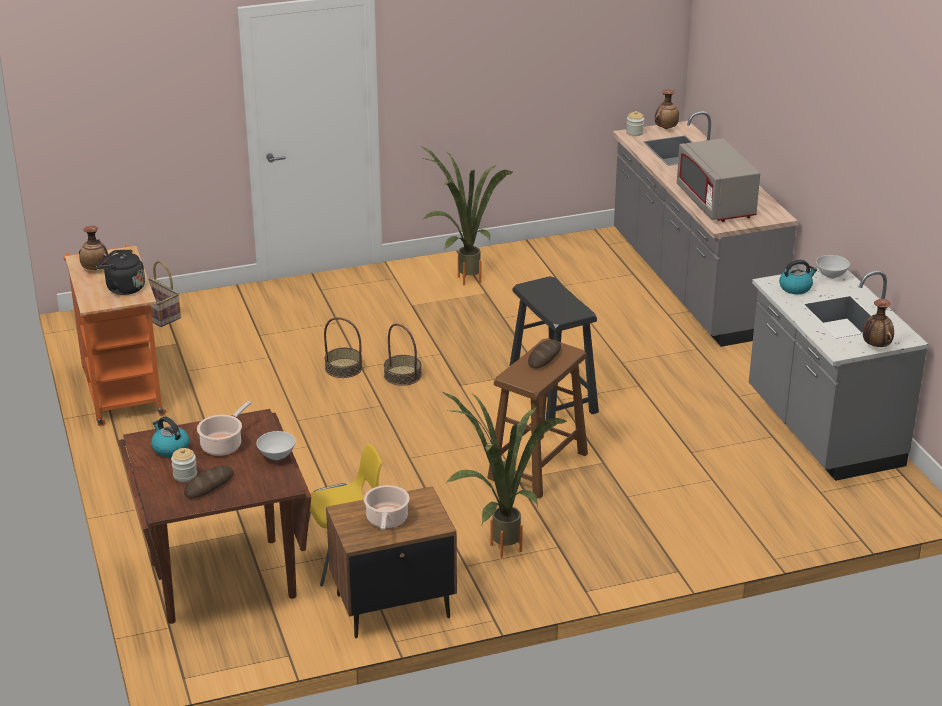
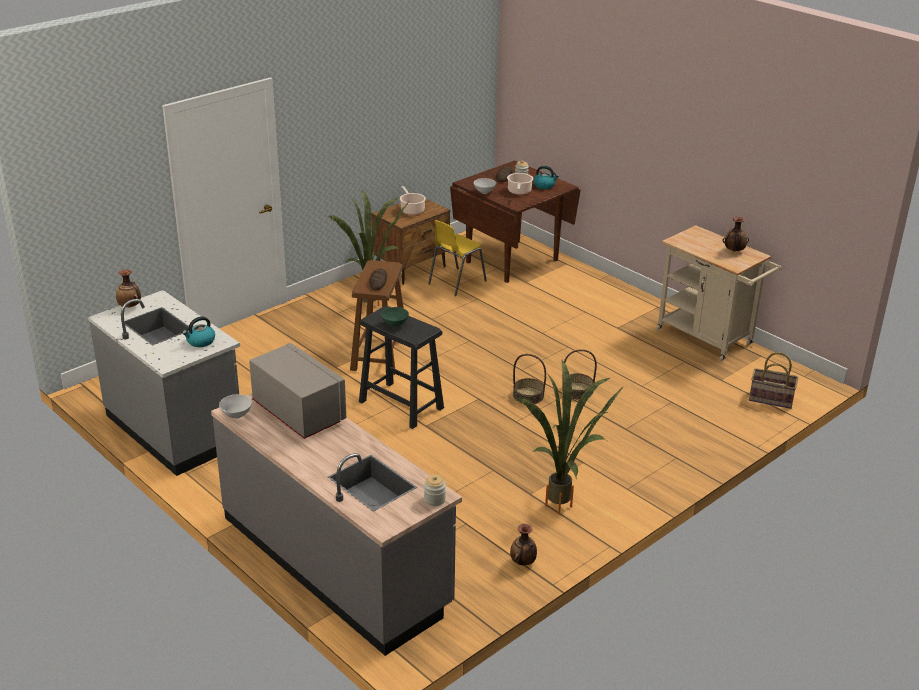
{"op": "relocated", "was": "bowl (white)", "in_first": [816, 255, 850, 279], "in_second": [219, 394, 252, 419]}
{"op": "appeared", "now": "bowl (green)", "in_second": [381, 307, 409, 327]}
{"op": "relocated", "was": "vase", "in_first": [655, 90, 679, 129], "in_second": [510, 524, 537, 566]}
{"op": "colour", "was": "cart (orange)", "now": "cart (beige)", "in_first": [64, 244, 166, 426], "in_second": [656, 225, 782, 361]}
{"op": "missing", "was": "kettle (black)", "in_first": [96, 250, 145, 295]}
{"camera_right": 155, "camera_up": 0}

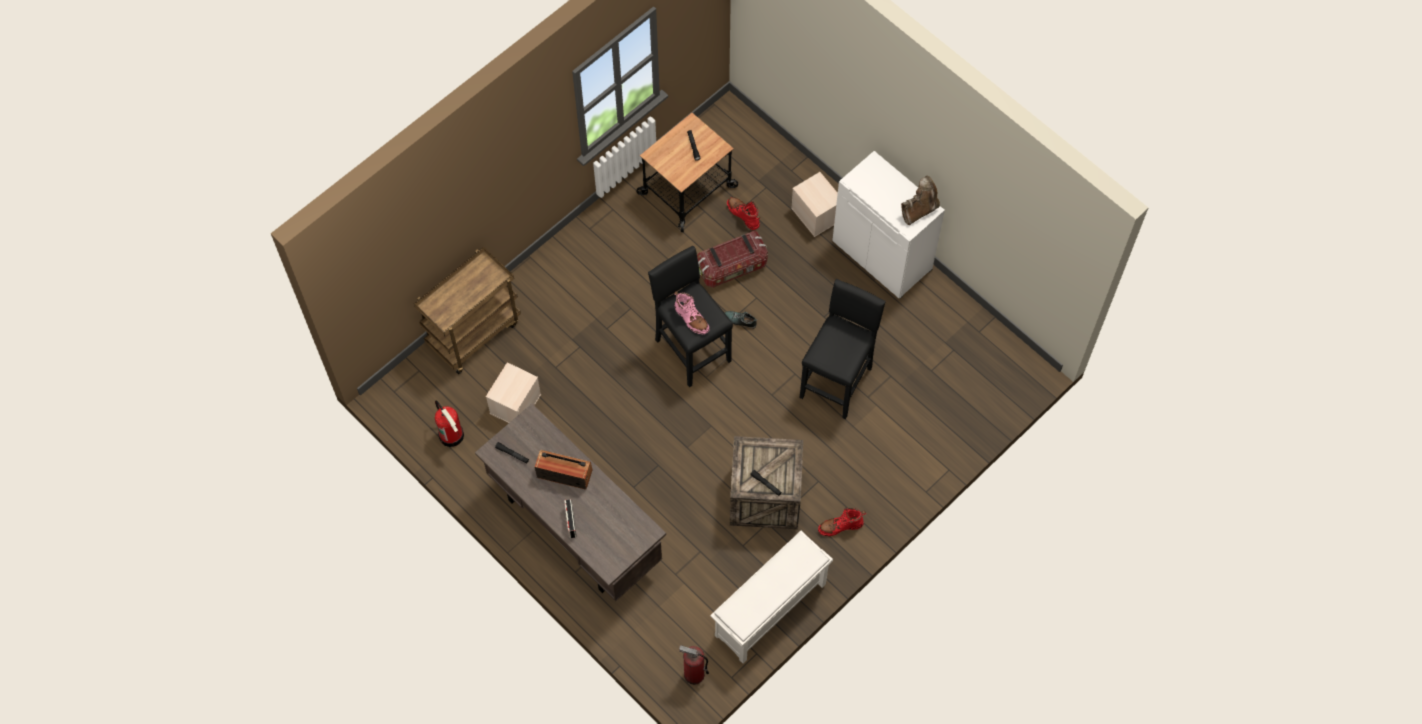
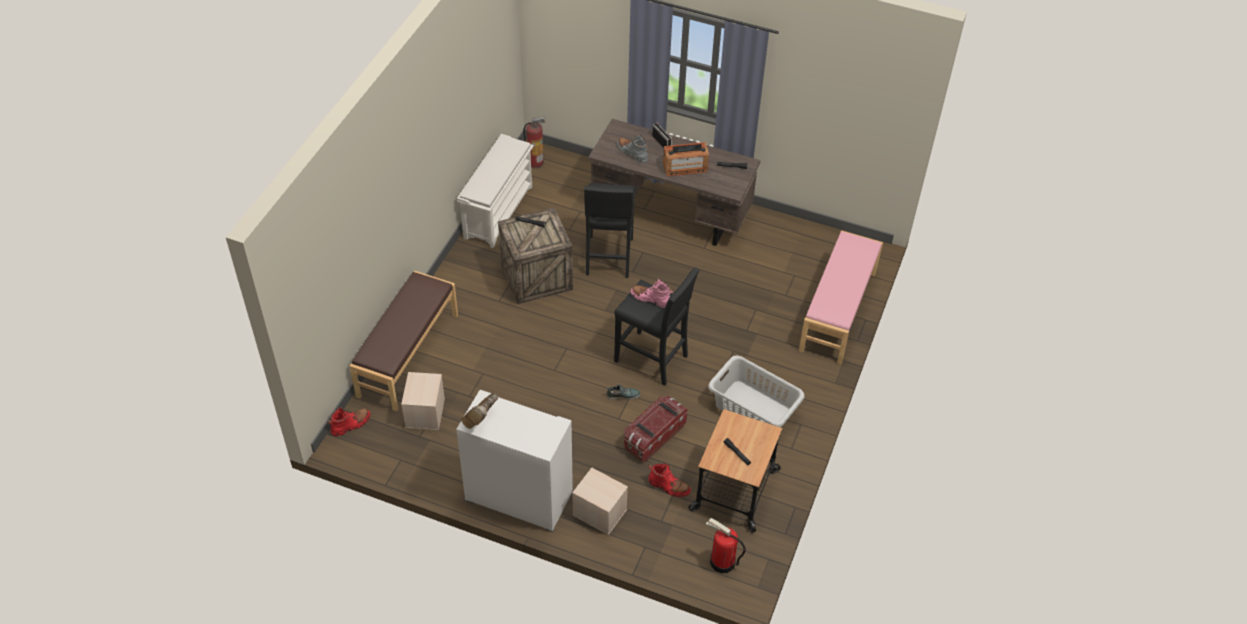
{"op": "relocated", "was": "boot (red)", "in_first": [818, 508, 866, 536], "in_second": [328, 407, 371, 436]}
{"op": "appeared", "now": "bench (brown)", "in_second": [349, 271, 458, 411]}
{"op": "relocated", "was": "storage box (beige)", "in_first": [486, 362, 541, 423], "in_second": [401, 372, 445, 430]}
{"op": "relocated", "was": "stool (black)", "in_first": [799, 279, 886, 419], "in_second": [584, 183, 636, 278]}
{"op": "appeared", "now": "boot (grey)", "in_second": [617, 135, 649, 164]}
{"op": "relocated", "was": "fire extinguisher", "in_first": [435, 401, 464, 447], "in_second": [706, 518, 746, 573]}
{"op": "appeared", "now": "laundry basket (grey)", "in_second": [708, 356, 805, 427]}
{"op": "exchanged", "was": "cart (brown)", "now": "bench (pink)", "in_first": [414, 247, 521, 374], "in_second": [799, 230, 883, 364]}
{"camera_right": 155, "camera_up": -15}

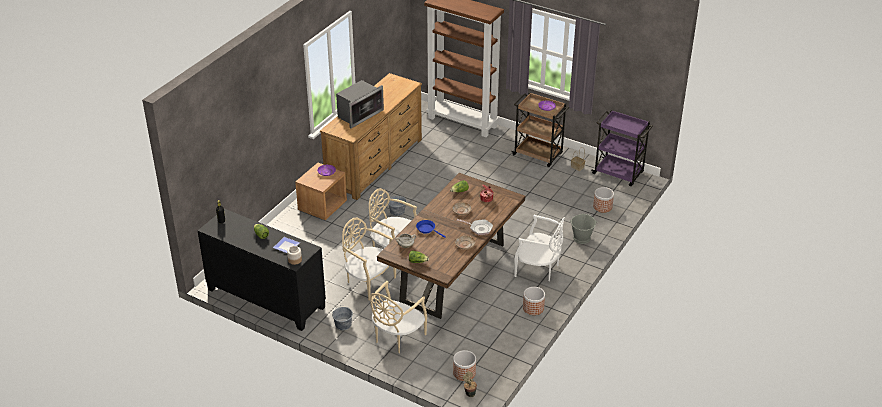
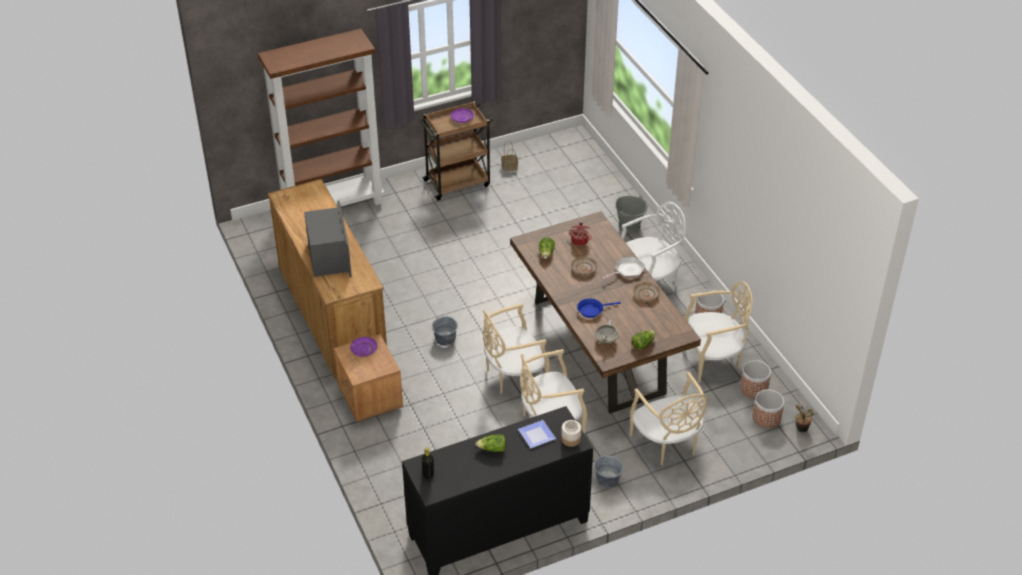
{"op": "appeared", "now": "chair (beige)", "in_second": [684, 282, 753, 383]}
{"op": "relocated", "was": "planter", "in_first": [593, 187, 614, 213], "in_second": [740, 360, 771, 398]}
{"op": "missing", "was": "cart (purple)", "in_first": [591, 110, 653, 186]}
{"camera_right": -55, "camera_up": 5}

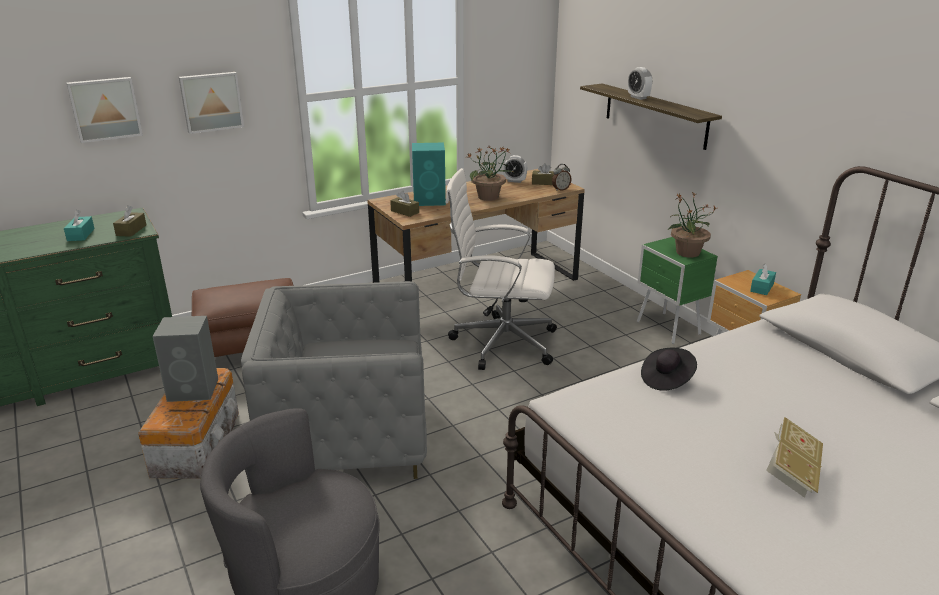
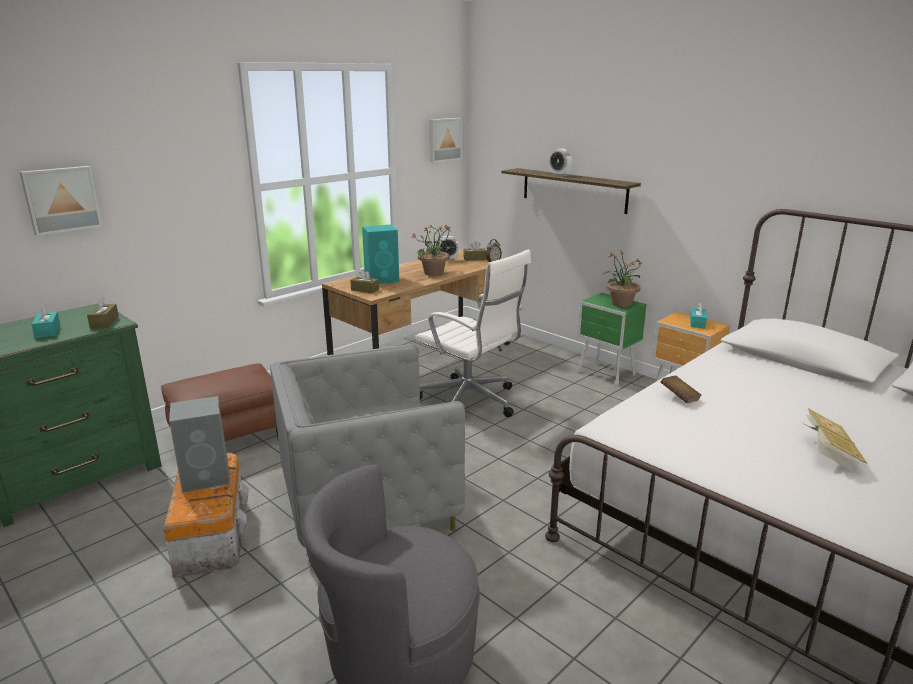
{"op": "spun", "was": "office chair (white)", "in_first": [446, 168, 557, 370], "in_second": [415, 250, 531, 417], "clockwise": -135}
{"op": "relocated", "was": "picture", "in_first": [179, 72, 244, 134], "in_second": [429, 118, 462, 163]}
{"op": "exchanged", "was": "hat (black)", "now": "book (brown)", "in_first": [641, 348, 697, 391], "in_second": [660, 375, 702, 403]}
{"camera_right": -15, "camera_up": -5}

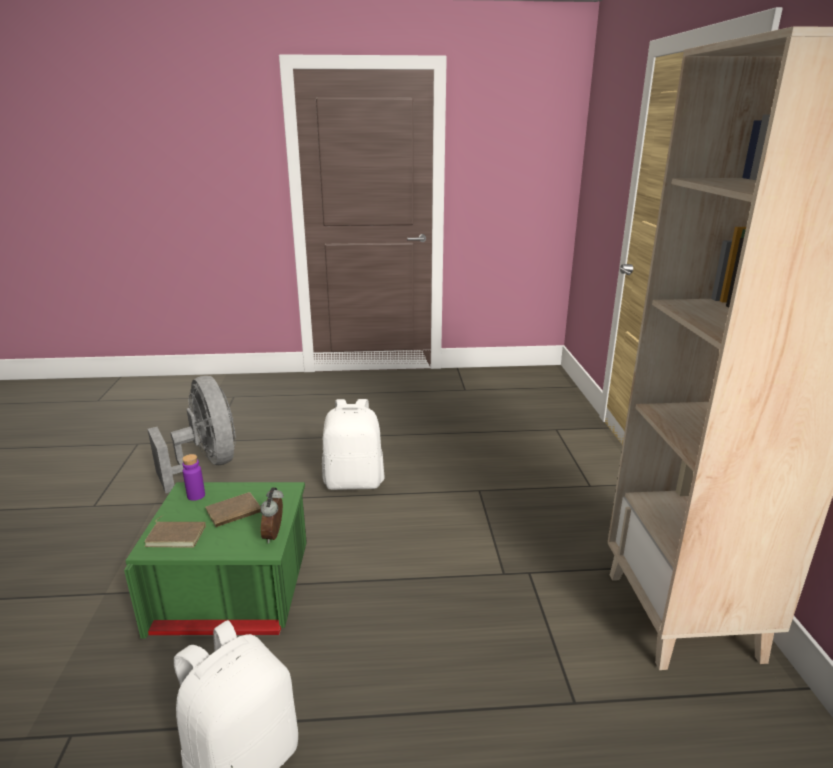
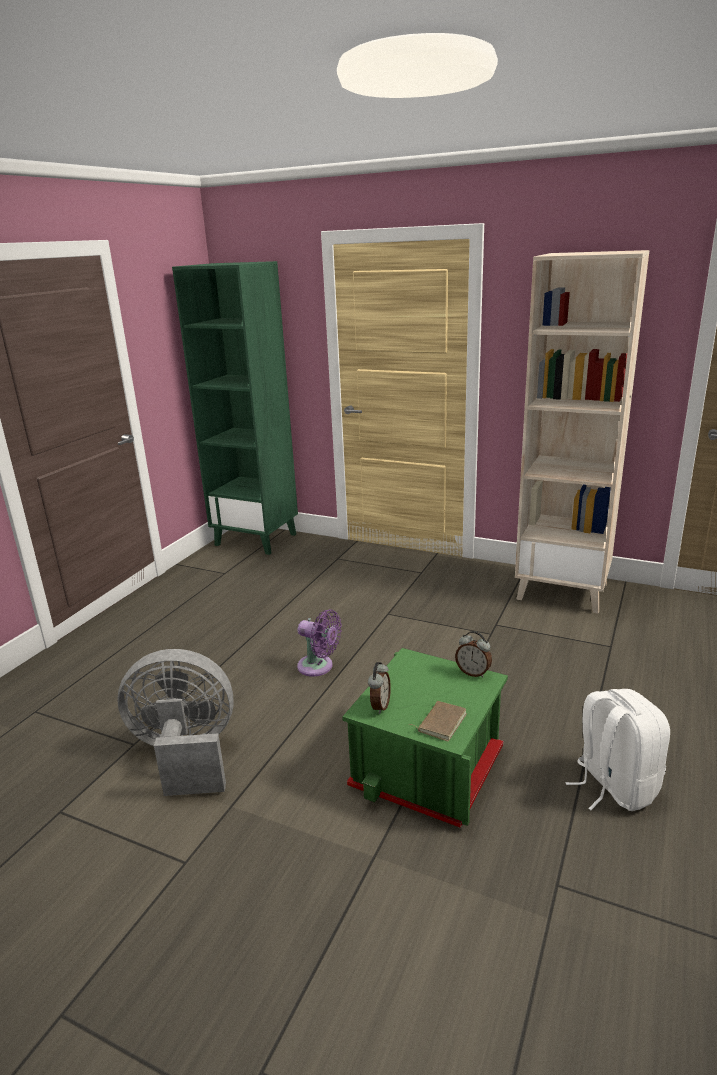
{"op": "appeared", "now": "bookcase (green)", "in_second": [172, 261, 298, 555]}
{"op": "exchanged", "was": "backpack (white)", "now": "fan (purple)", "in_first": [322, 399, 385, 490], "in_second": [297, 609, 342, 676]}
{"op": "exchanged", "was": "bottle (purple)", "now": "alarm clock", "in_first": [182, 454, 205, 501], "in_second": [368, 662, 391, 714]}
{"op": "missing", "was": "book (brown)", "in_first": [205, 492, 261, 527]}
{"camera_right": -60, "camera_up": 0}

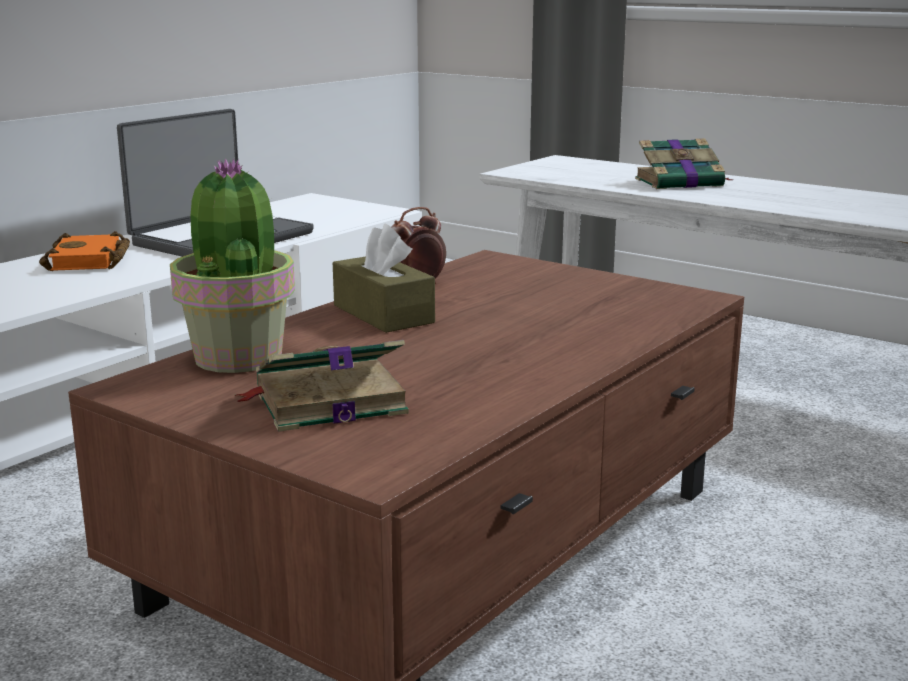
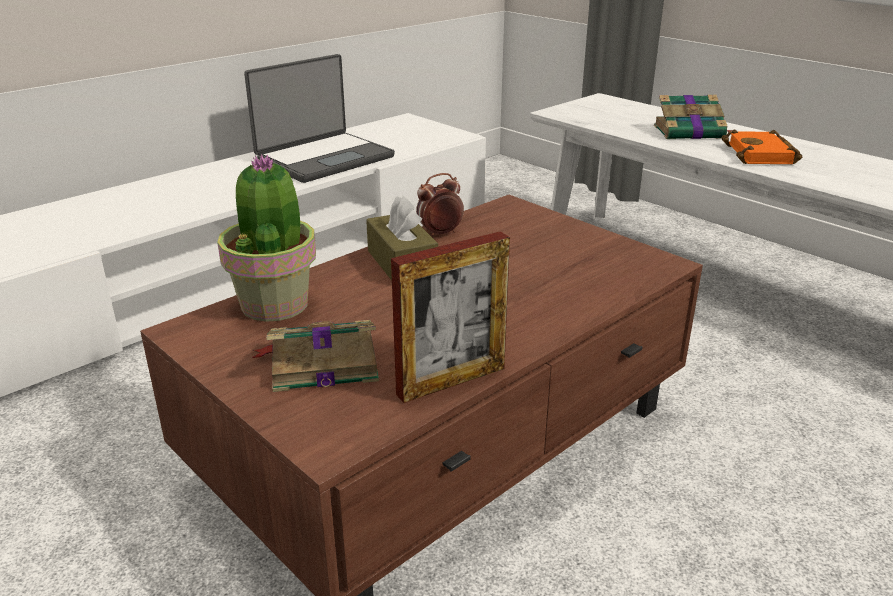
{"op": "appeared", "now": "picture frame", "in_second": [391, 231, 510, 403]}
{"op": "relocated", "was": "book (orange)", "in_first": [39, 231, 130, 271], "in_second": [721, 129, 802, 165]}
{"camera_right": 10, "camera_up": 10}

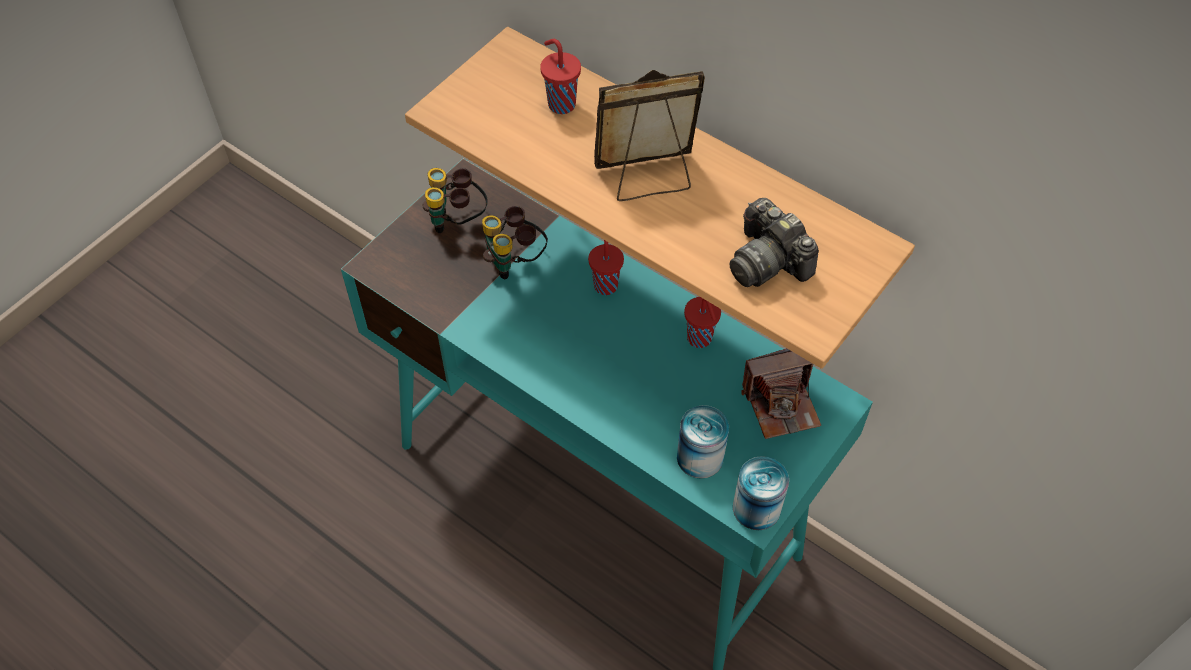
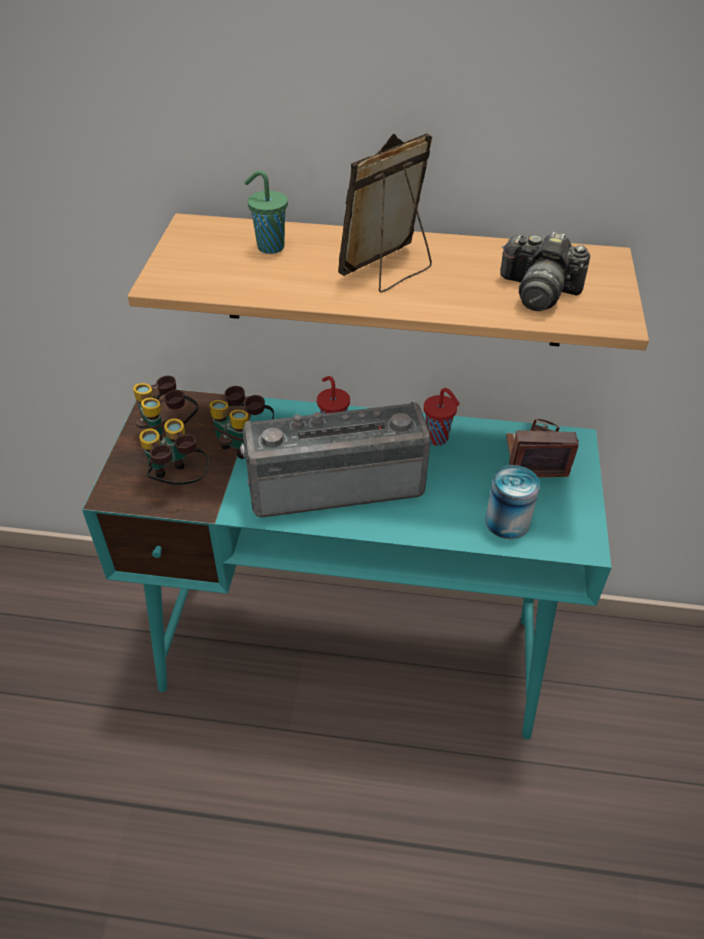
{"op": "appeared", "now": "binoculars", "in_second": [139, 418, 209, 485]}
{"op": "appeared", "now": "radio", "in_second": [240, 402, 431, 517]}
{"op": "colour", "was": "cup (red)", "now": "cup (green)", "in_first": [540, 39, 581, 114], "in_second": [244, 170, 288, 254]}
{"op": "spun", "was": "photo camera", "in_first": [741, 348, 821, 439], "in_second": [506, 418, 579, 478], "clockwise": -135}
{"op": "missing", "was": "can", "in_first": [733, 456, 789, 530]}
{"camera_right": -30, "camera_up": -10}

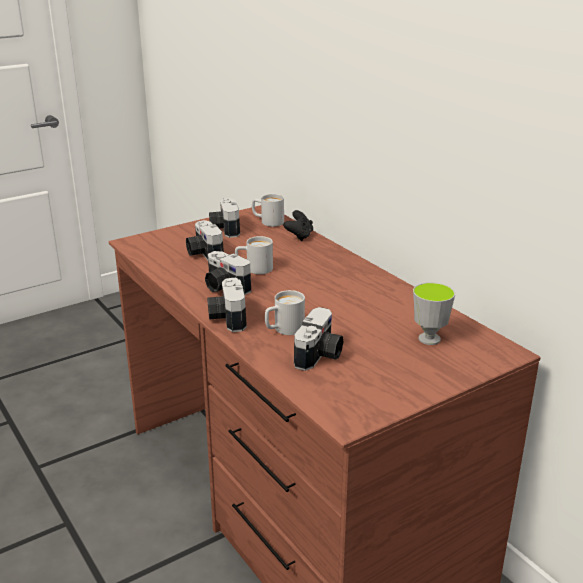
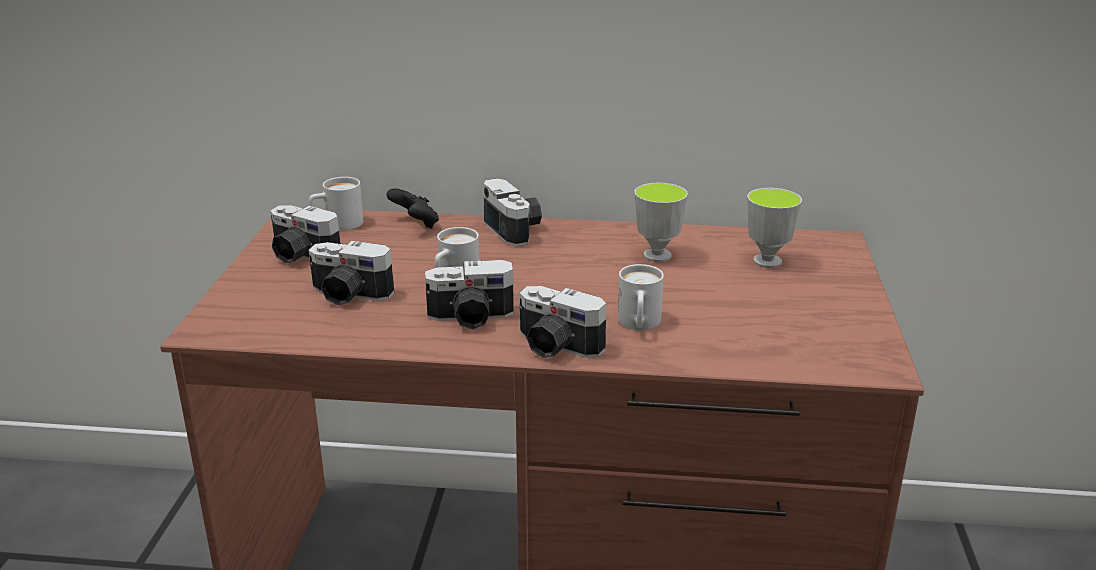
{"op": "relocated", "was": "photo camera", "in_first": [294, 307, 343, 371], "in_second": [484, 178, 542, 246]}
{"op": "appeared", "now": "cup", "in_second": [634, 183, 688, 262]}
{"camera_right": -50, "camera_up": 0}

